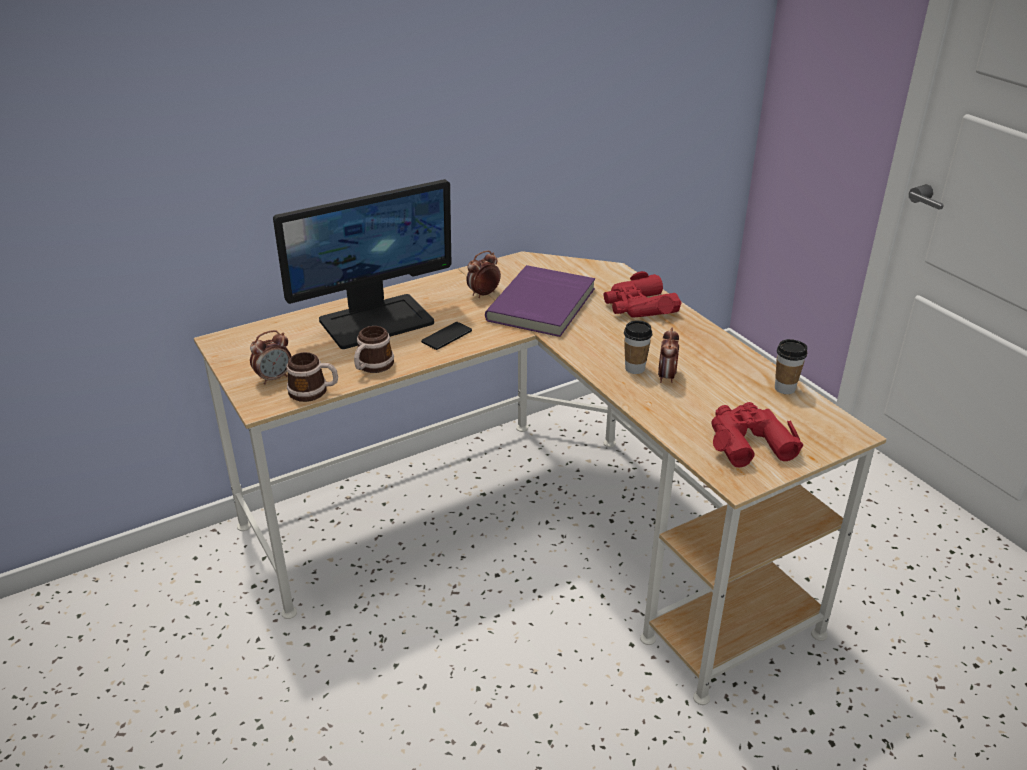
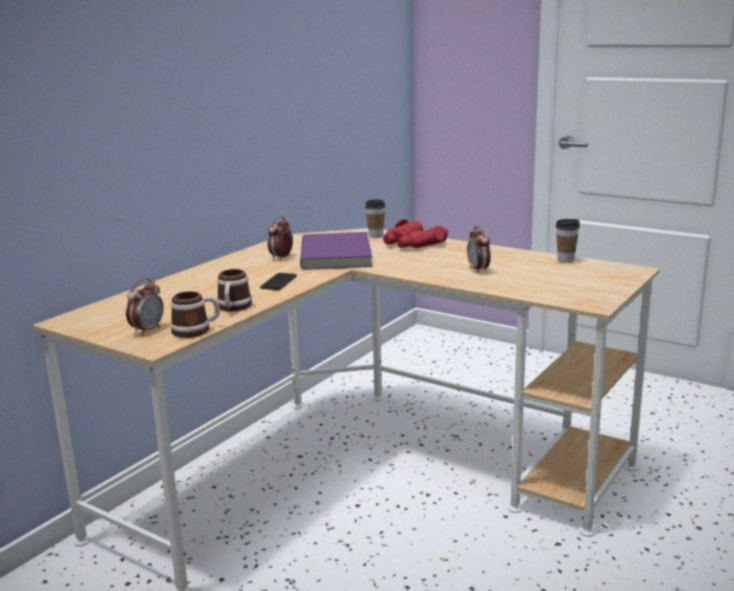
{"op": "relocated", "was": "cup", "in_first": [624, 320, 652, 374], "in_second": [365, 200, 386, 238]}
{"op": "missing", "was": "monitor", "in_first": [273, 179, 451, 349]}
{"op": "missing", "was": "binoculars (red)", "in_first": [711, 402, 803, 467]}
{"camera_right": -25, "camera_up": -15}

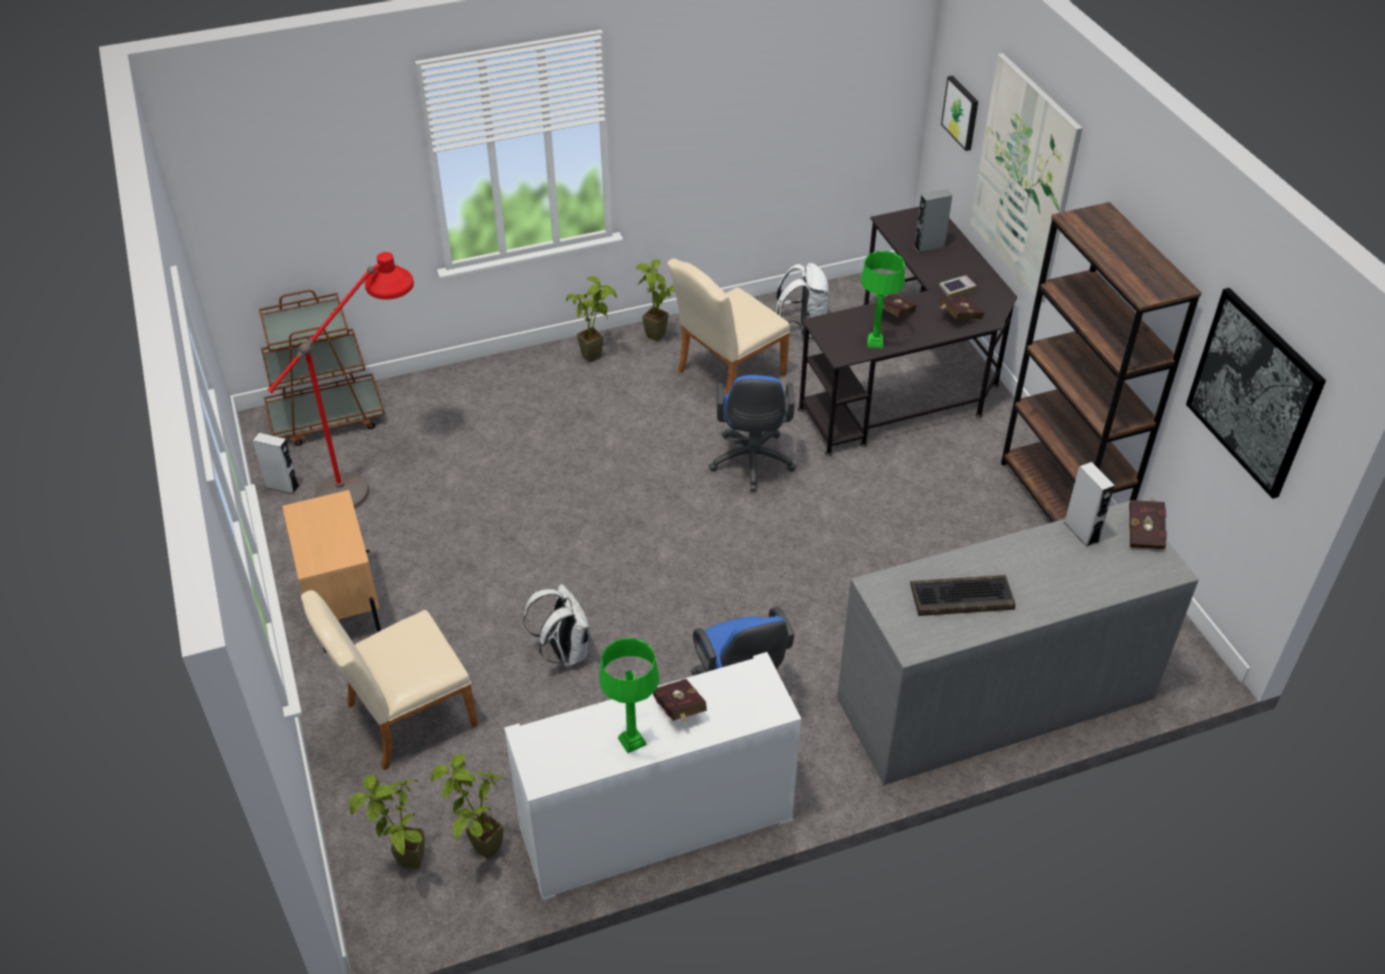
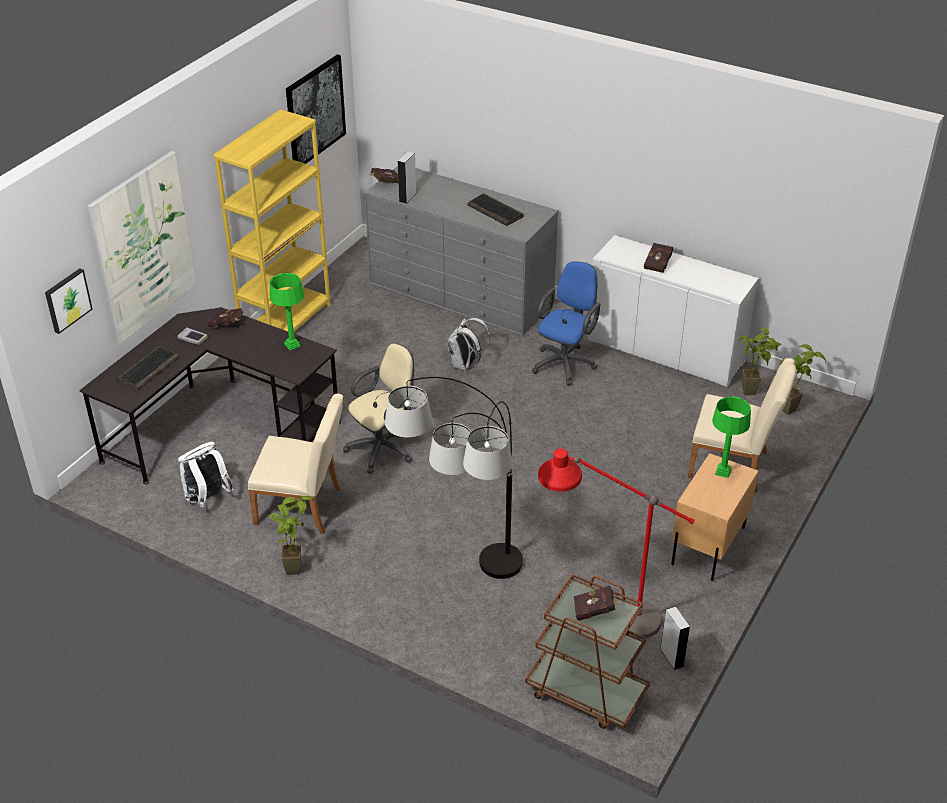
{"op": "exchanged", "was": "speaker (grey)", "now": "keyboard", "in_first": [914, 190, 952, 253], "in_second": [117, 346, 180, 391]}
{"op": "colour", "was": "bookcase (brown)", "now": "bookcase (yellow)", "in_first": [1001, 202, 1202, 523], "in_second": [213, 109, 331, 332]}
{"op": "colour", "was": "office chair (blue)", "now": "office chair (beige)", "in_first": [709, 375, 796, 492], "in_second": [343, 343, 414, 474]}
{"op": "appeared", "now": "floor lamp", "in_second": [385, 377, 523, 579]}
{"op": "relocated", "was": "backpack (white)", "in_first": [523, 584, 592, 667], "in_second": [447, 318, 490, 371]}
{"op": "relocated", "was": "book (red)", "in_first": [875, 294, 917, 317], "in_second": [574, 586, 622, 621]}
{"op": "relocated", "was": "table lamp (green)", "in_first": [599, 638, 659, 753], "in_second": [712, 396, 751, 478]}
{"op": "missing", "was": "potted plant", "in_first": [566, 276, 617, 363]}
{"camera_right": -130, "camera_up": -5}

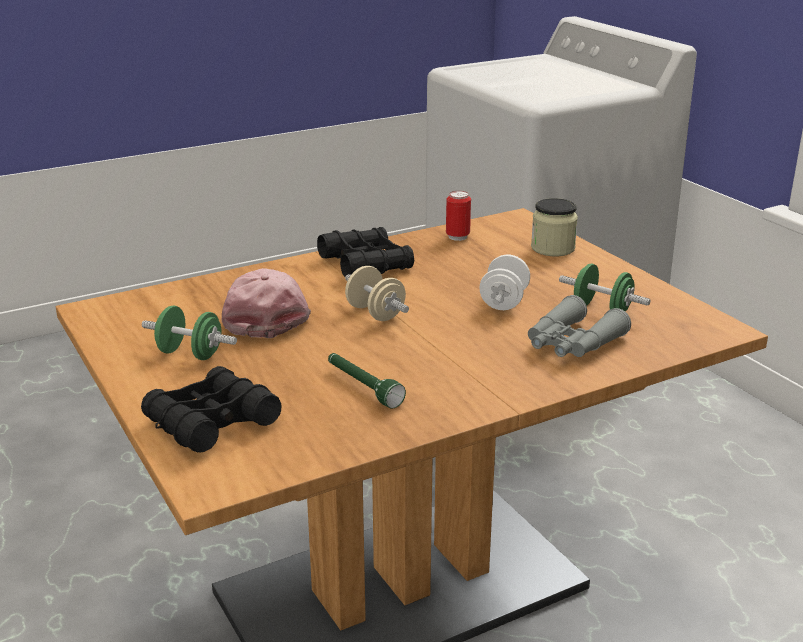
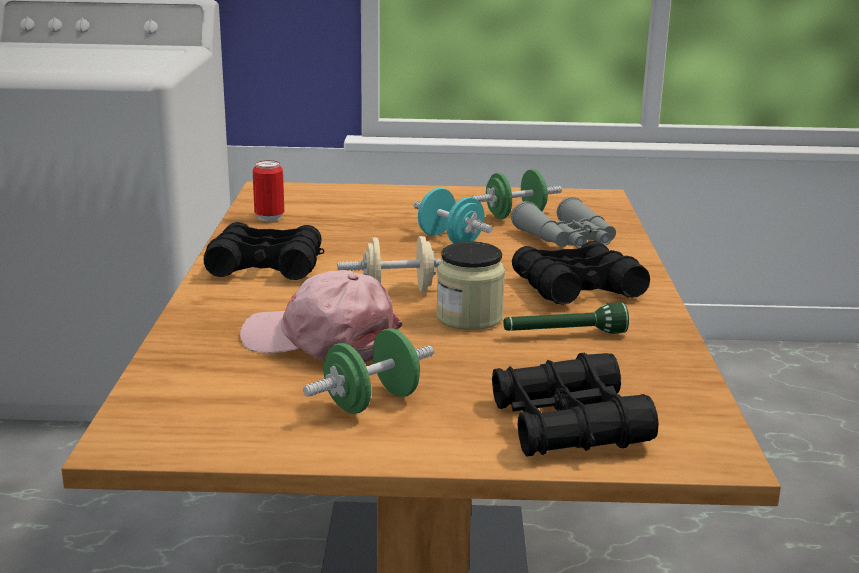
{"op": "colour", "was": "dumbbell (white)", "now": "dumbbell (turquoise)", "in_first": [479, 255, 530, 310], "in_second": [413, 188, 493, 243]}
{"op": "relocated", "was": "jar", "in_first": [531, 198, 578, 256], "in_second": [436, 241, 505, 330]}
{"op": "appeared", "now": "binoculars (black)", "in_second": [512, 241, 650, 305]}
{"camera_right": -60, "camera_up": -5}

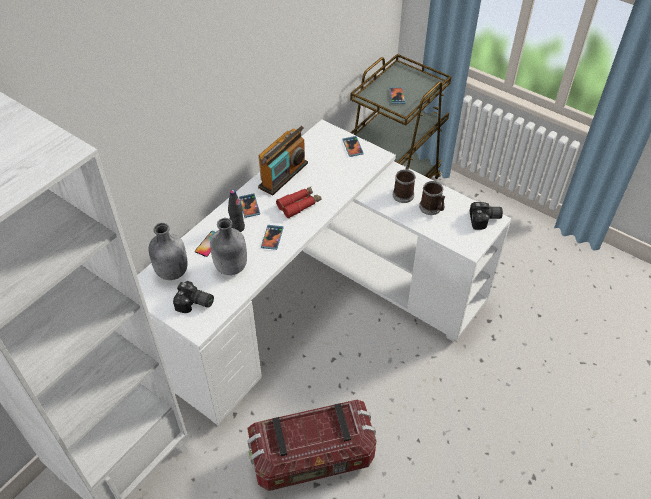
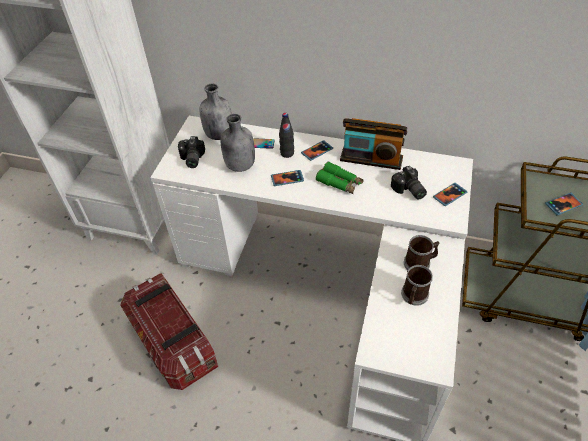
{"op": "colour", "was": "binoculars (red)", "now": "binoculars (green)", "in_first": [276, 187, 322, 218], "in_second": [316, 162, 364, 194]}
{"op": "relocated", "was": "photo camera", "in_first": [470, 202, 503, 230], "in_second": [391, 166, 427, 200]}
{"camera_right": 70, "camera_up": 0}

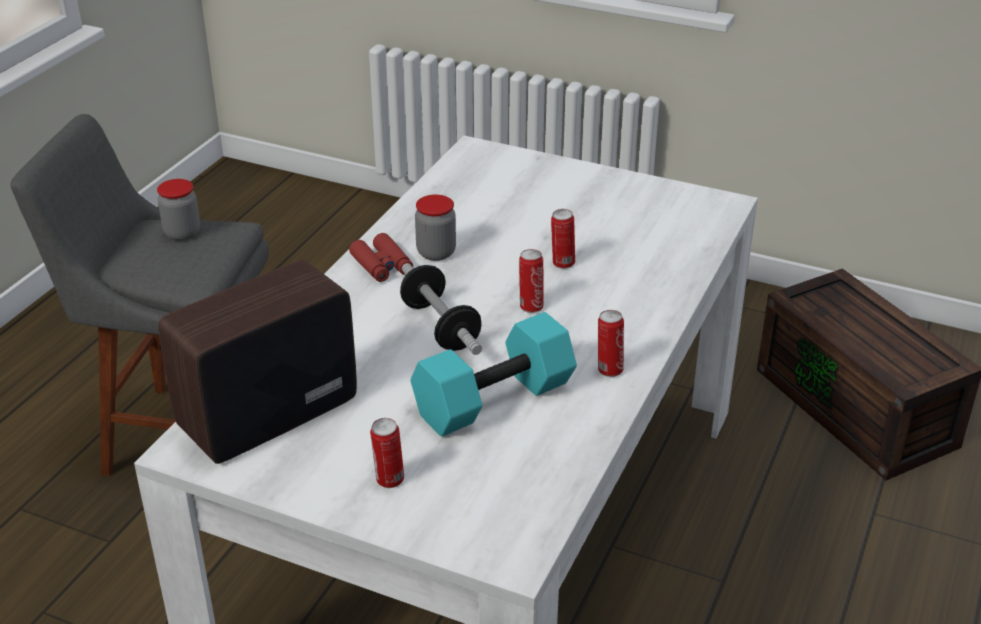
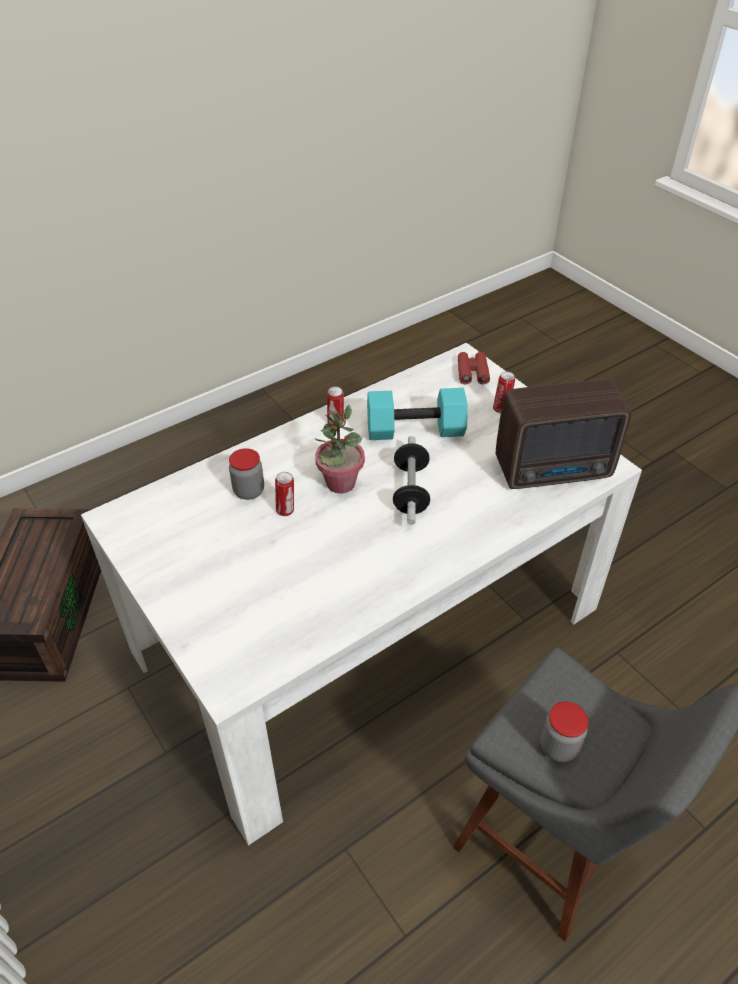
{"op": "relocated", "was": "jar", "in_first": [415, 195, 456, 261], "in_second": [229, 448, 264, 500]}
{"op": "exchanged", "was": "can", "now": "potted plant", "in_first": [519, 249, 544, 313], "in_second": [314, 404, 365, 494]}
{"op": "relocated", "was": "binoculars (red)", "in_first": [349, 233, 413, 282], "in_second": [458, 352, 490, 384]}
{"camera_right": -150, "camera_up": 10}

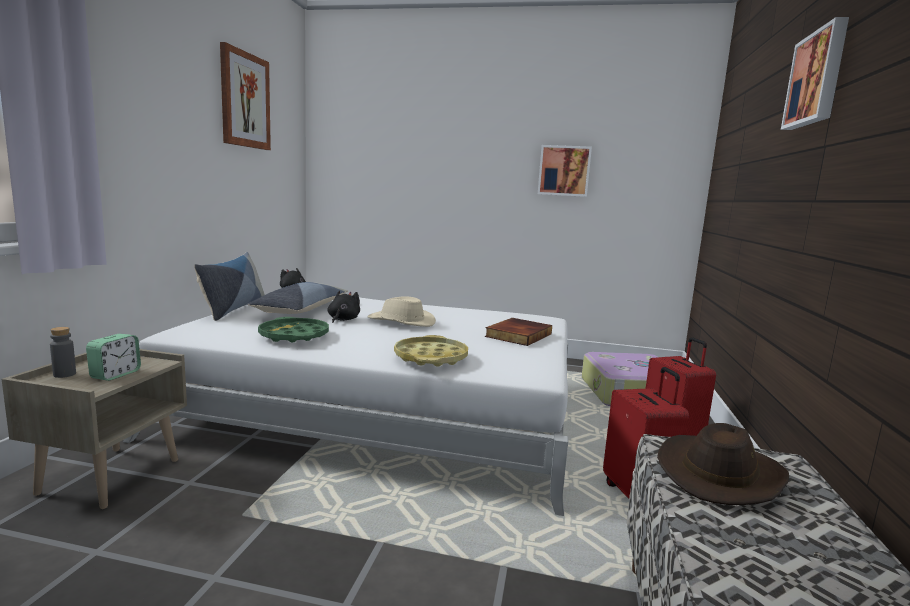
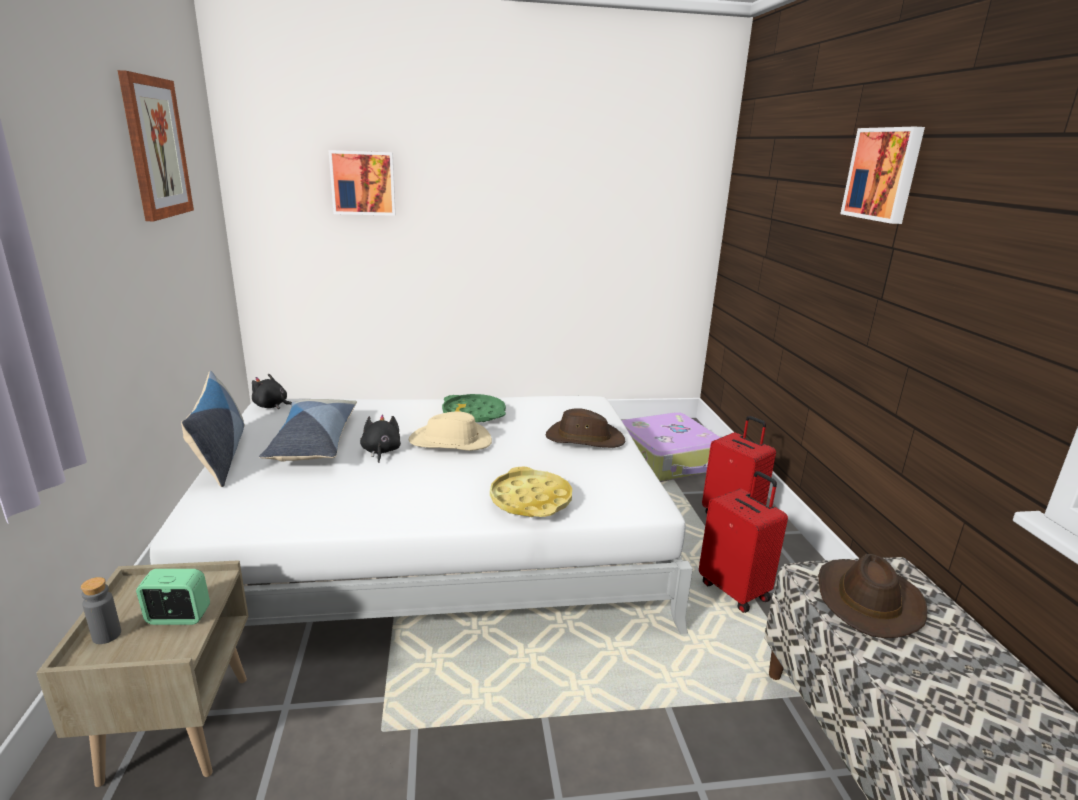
{"op": "spun", "was": "alarm clock", "in_first": [86, 334, 141, 381], "in_second": [136, 569, 210, 625], "clockwise": -90}
{"op": "relocated", "was": "picture", "in_first": [538, 145, 592, 197], "in_second": [329, 150, 396, 216]}
{"op": "relocated", "was": "tray (green)", "in_first": [258, 317, 329, 342], "in_second": [442, 394, 506, 422]}
{"op": "exchanged", "was": "book", "now": "hat (brown)", "in_first": [485, 318, 552, 346], "in_second": [546, 408, 625, 448]}
{"camera_right": -20, "camera_up": 10}

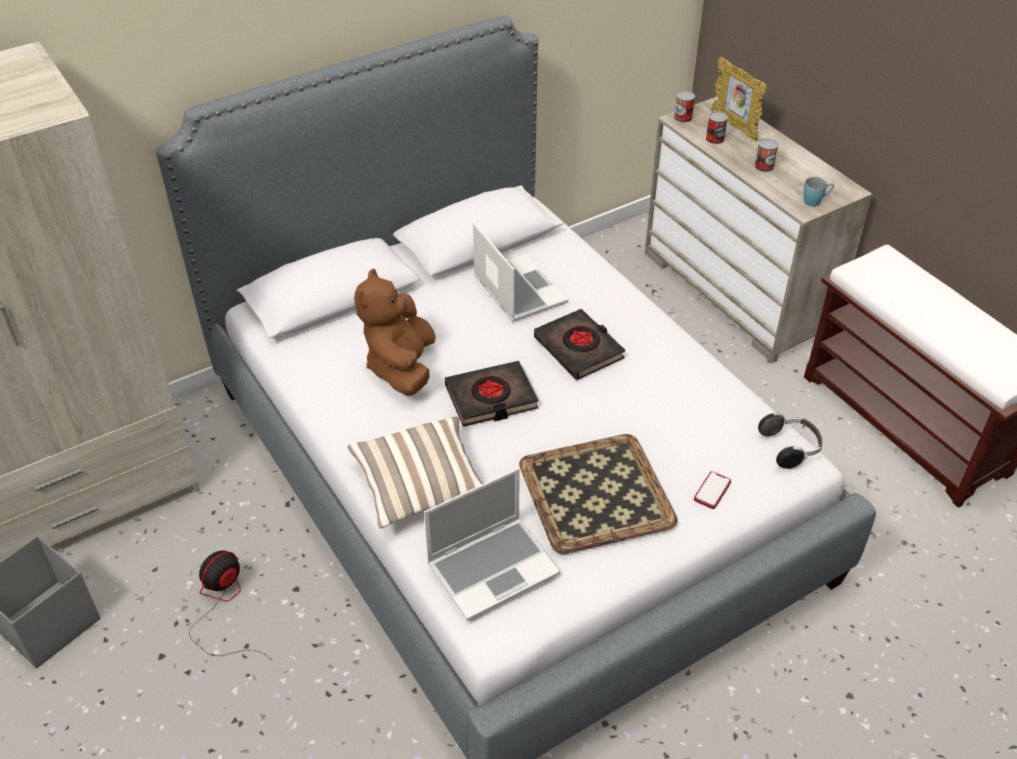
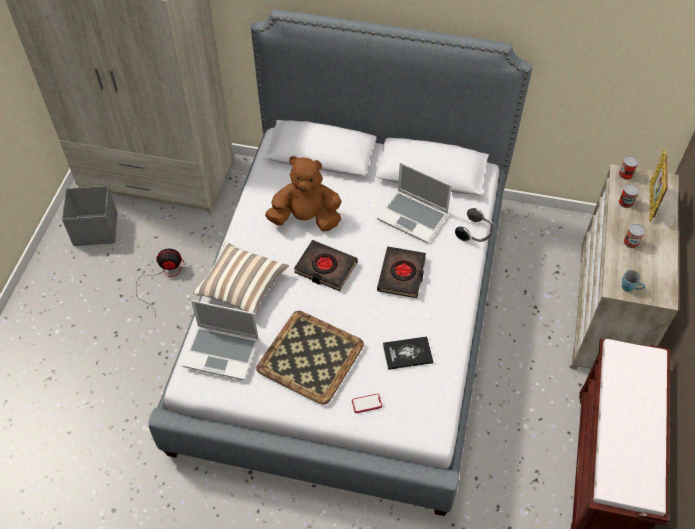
{"op": "spun", "was": "plush toy (brown)", "in_first": [354, 269, 436, 396], "in_second": [265, 156, 341, 232], "clockwise": 45}
{"op": "spun", "was": "laptop", "in_first": [473, 222, 568, 322], "in_second": [377, 162, 452, 243], "clockwise": 105}
{"op": "appeared", "now": "book", "in_second": [383, 336, 434, 370]}
{"op": "relocated", "was": "headphones", "in_first": [758, 412, 822, 469], "in_second": [455, 208, 494, 242]}
{"camera_right": 45, "camera_up": 10}

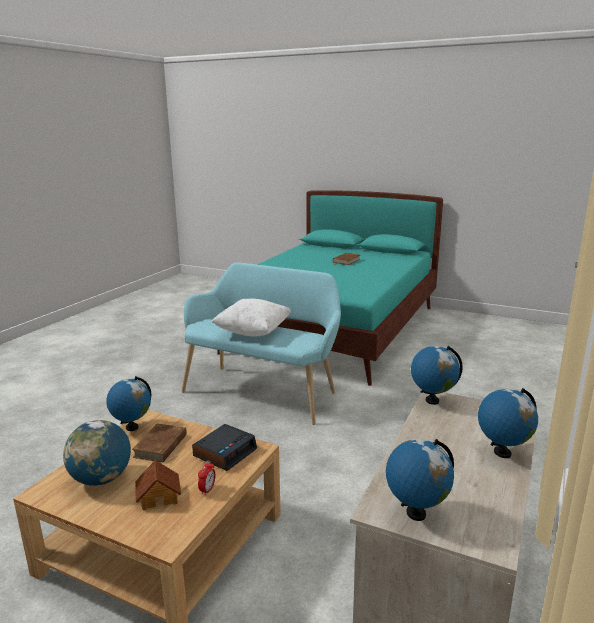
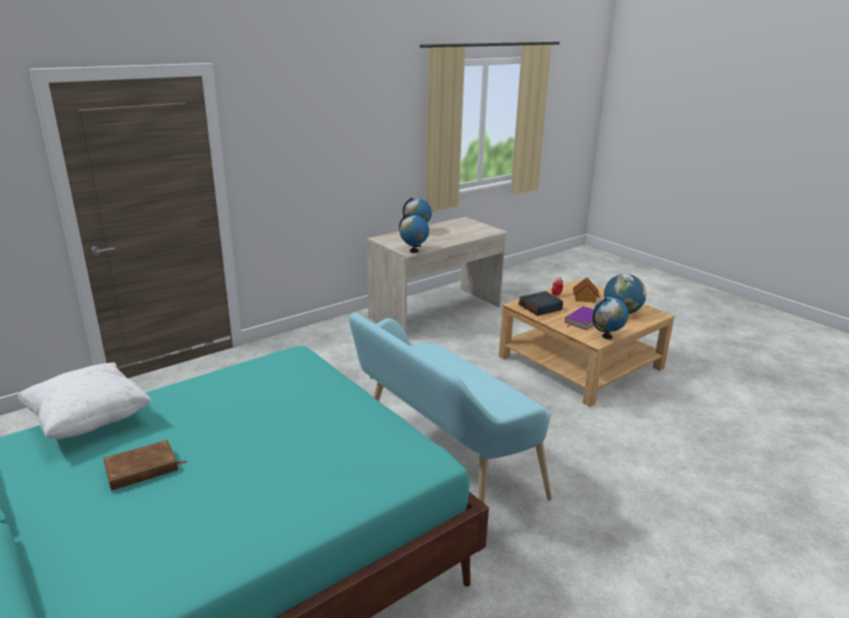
{"op": "relocated", "was": "pillow (white)", "in_first": [211, 299, 291, 336], "in_second": [18, 362, 152, 439]}
{"op": "colour", "was": "book (brown)", "now": "book (purple)", "in_first": [132, 424, 187, 462], "in_second": [565, 306, 596, 330]}
{"op": "missing", "was": "globe", "in_first": [386, 439, 454, 521]}
{"camera_right": -155, "camera_up": 5}

